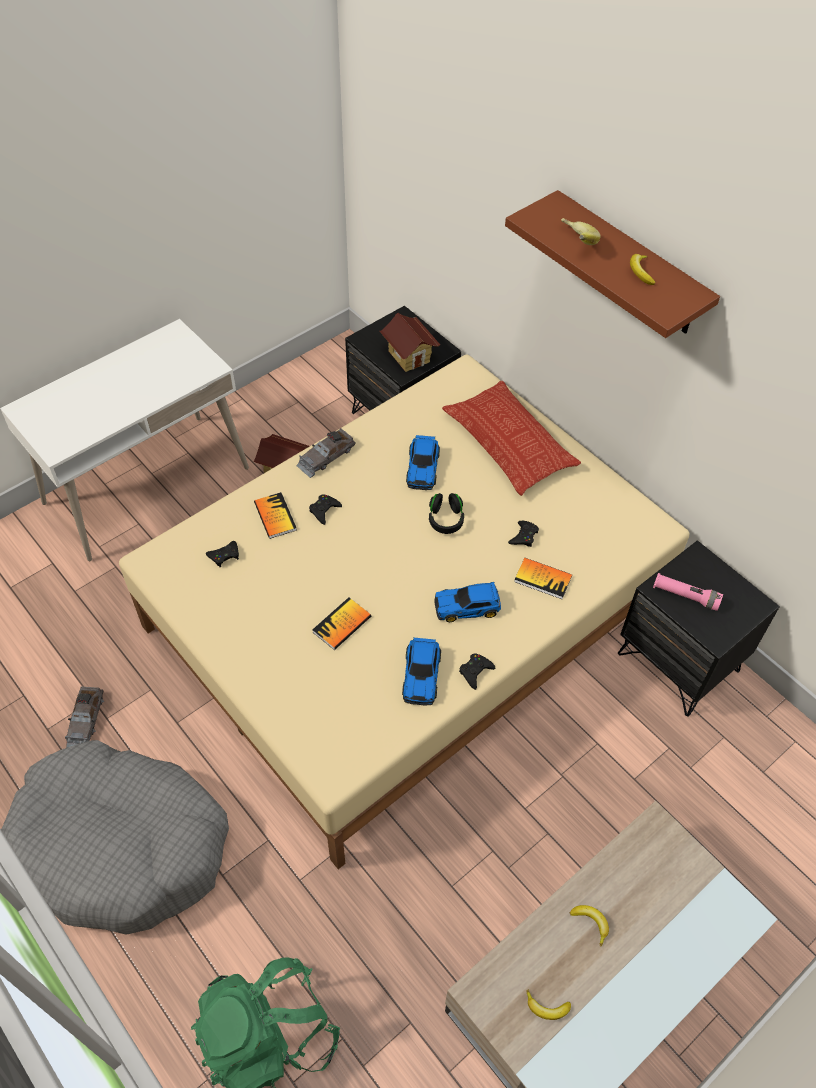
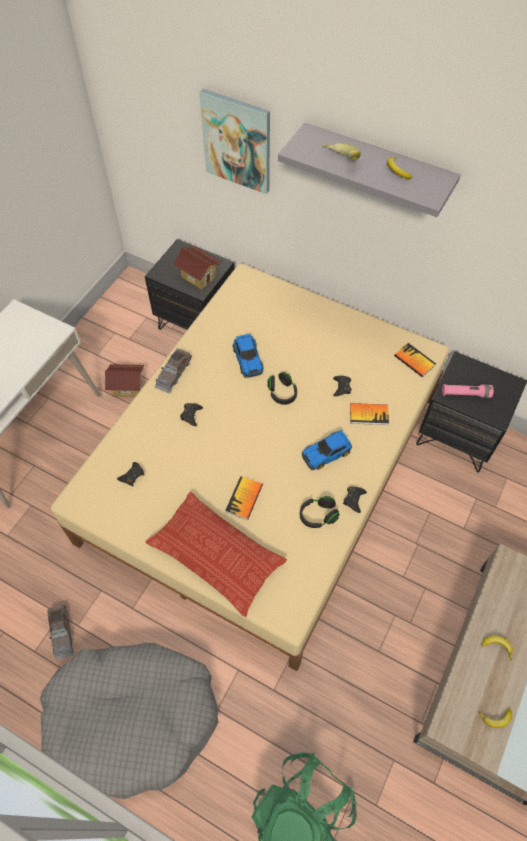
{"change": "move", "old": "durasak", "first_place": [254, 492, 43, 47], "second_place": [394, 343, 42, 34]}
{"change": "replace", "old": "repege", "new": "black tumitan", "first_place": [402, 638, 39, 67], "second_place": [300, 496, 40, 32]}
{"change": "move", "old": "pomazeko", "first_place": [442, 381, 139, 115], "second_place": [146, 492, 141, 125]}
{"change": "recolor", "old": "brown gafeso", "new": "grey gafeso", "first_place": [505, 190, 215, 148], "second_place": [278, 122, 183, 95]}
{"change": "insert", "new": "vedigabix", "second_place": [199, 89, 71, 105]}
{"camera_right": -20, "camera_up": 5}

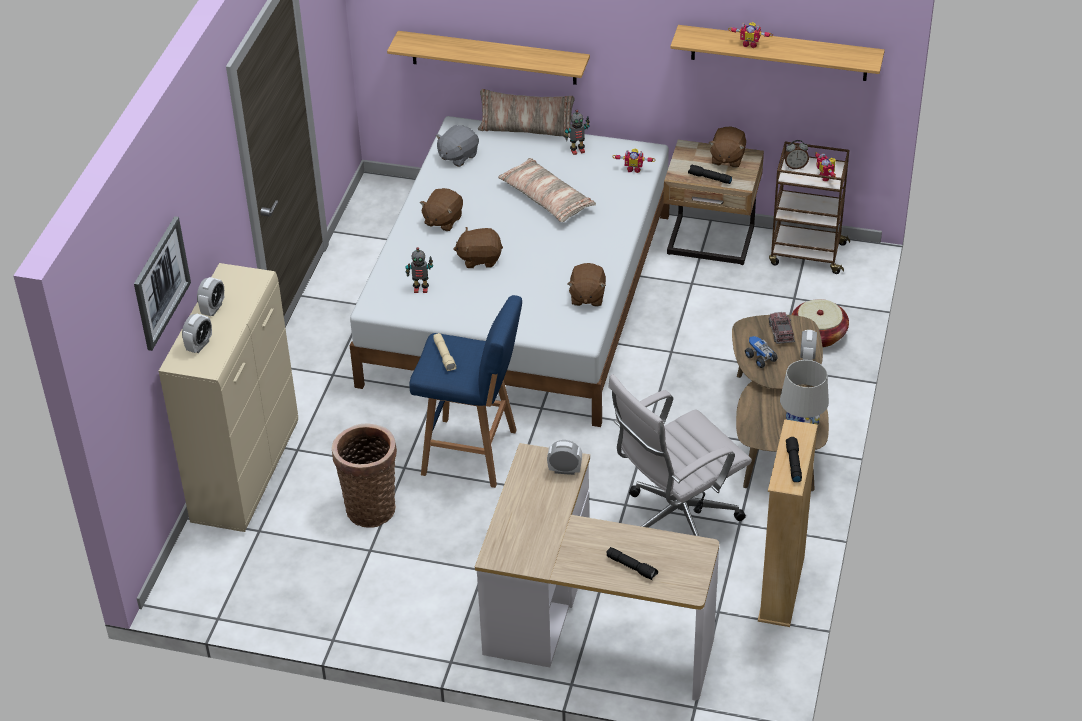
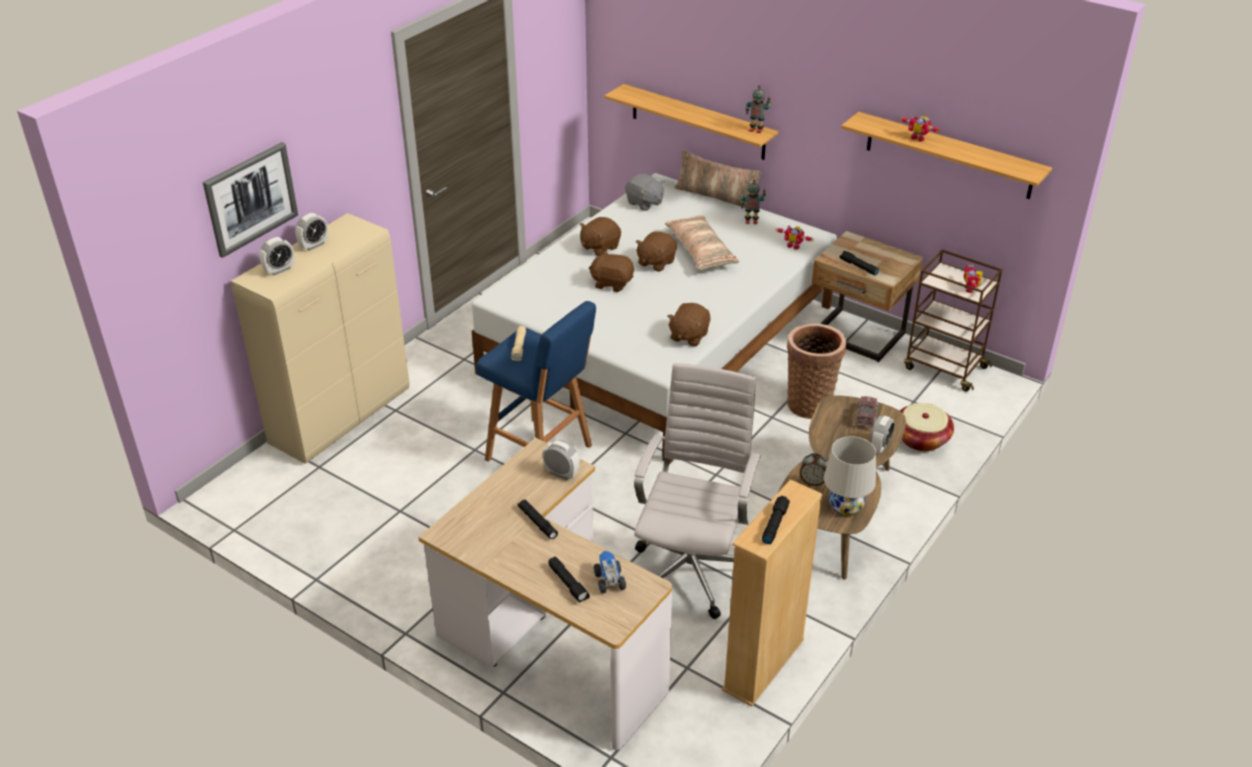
{"change": "move", "old": "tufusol", "first_place": [332, 423, 65, 105], "second_place": [787, 324, 59, 95]}
{"change": "move", "old": "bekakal", "first_place": [405, 247, 28, 46], "second_place": [745, 85, 26, 48]}
{"change": "rotate", "old": "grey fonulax", "first_place": [436, 125, 43, 42], "second_place": [625, 174, 39, 37], "degrees": -105}
{"change": "rotate", "old": "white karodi", "first_place": [608, 374, 144, 162], "second_place": [634, 363, 127, 256], "degrees": 120}
{"change": "move", "old": "brown fonulax", "first_place": [709, 127, 37, 41], "second_place": [635, 232, 42, 40]}
{"change": "move", "old": "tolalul", "first_place": [745, 336, 32, 32], "second_place": [594, 551, 32, 42]}
{"change": "move", "old": "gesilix", "first_place": [784, 140, 25, 29], "second_place": [800, 453, 28, 33]}
{"change": "insert", "new": "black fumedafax", "second_place": [517, 499, 41, 40]}
{"camera_right": 20, "camera_up": -5}

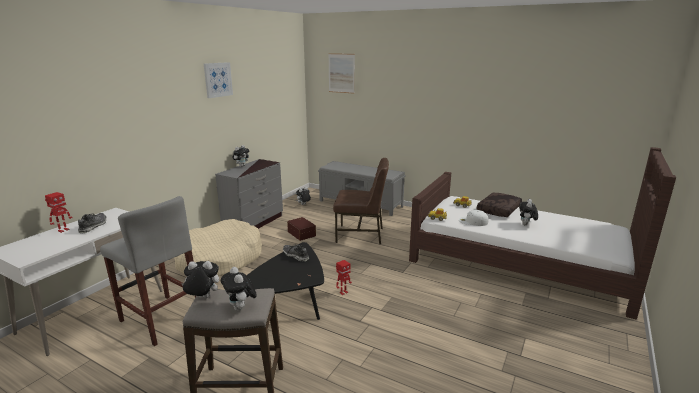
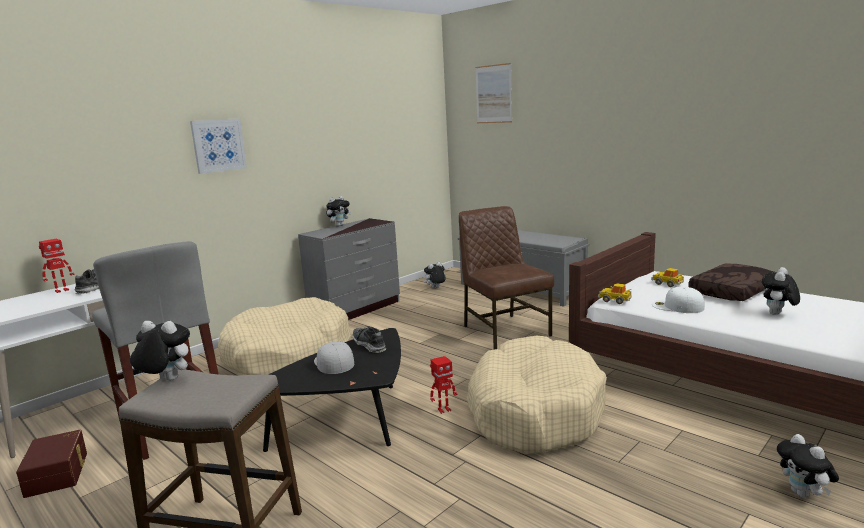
{"change": "move", "old": "vedigabix", "first_place": [204, 62, 29, 36], "second_place": [190, 118, 57, 56]}
{"change": "move", "old": "fonulax", "first_place": [221, 267, 36, 44], "second_place": [777, 434, 62, 64]}
{"change": "move", "old": "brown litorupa", "first_place": [287, 217, 29, 24], "second_place": [16, 430, 71, 68]}
{"change": "rotate", "old": "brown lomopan", "first_place": [333, 158, 56, 86], "second_place": [459, 206, 95, 144], "degrees": -135}
{"change": "insert", "new": "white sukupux", "second_place": [314, 342, 40, 32]}
{"change": "insert", "new": "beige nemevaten", "second_place": [467, 336, 140, 118]}
{"camera_right": 15, "camera_up": -5}

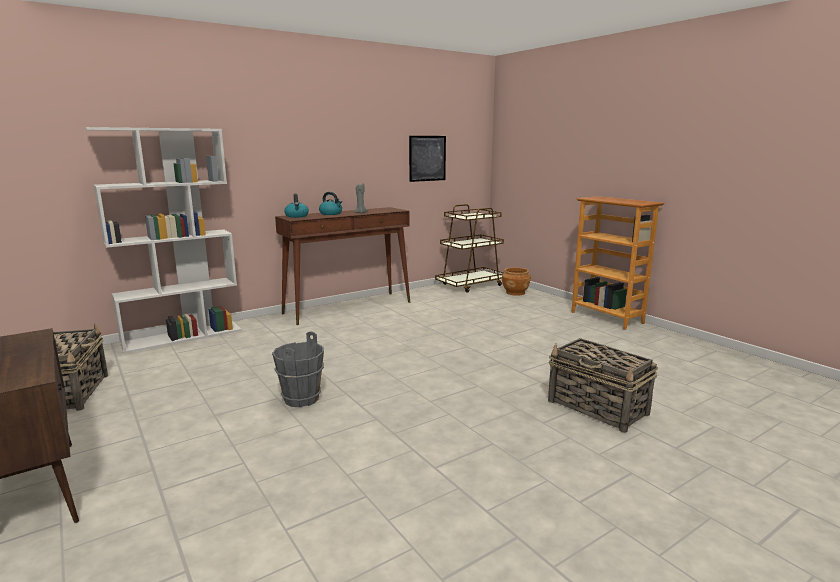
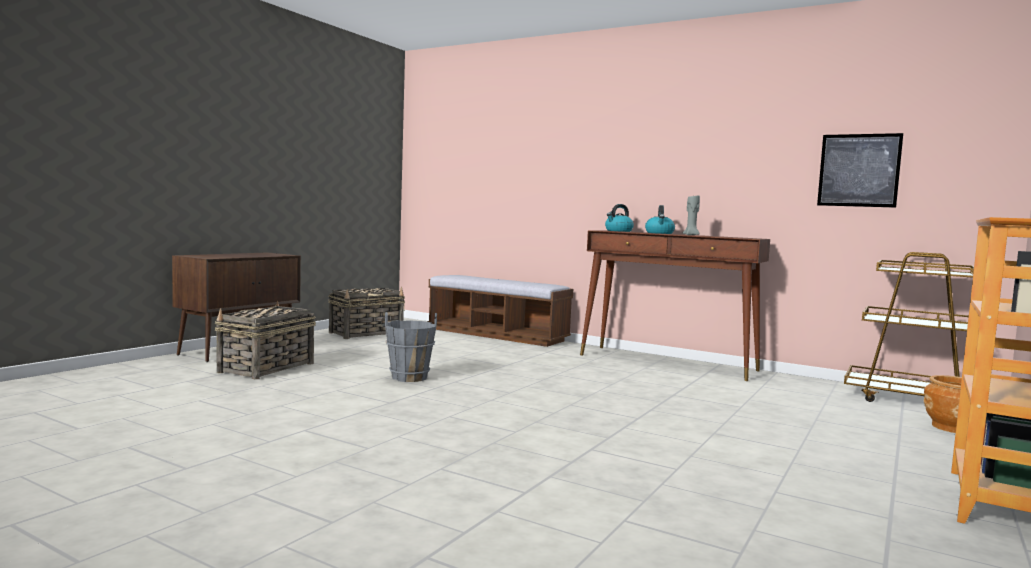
{"change": "replace", "old": "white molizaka", "new": "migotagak", "first_place": [84, 127, 158, 227], "second_place": [428, 275, 145, 72]}
{"change": "move", "old": "tufusol", "first_place": [548, 338, 110, 95], "second_place": [215, 300, 101, 79]}
{"camera_right": 65, "camera_up": -10}

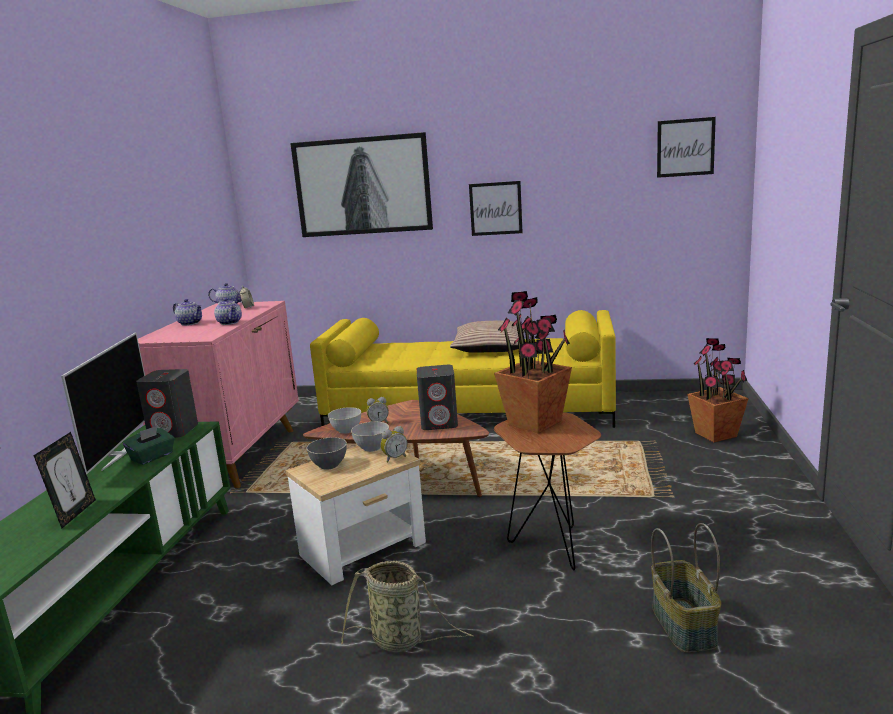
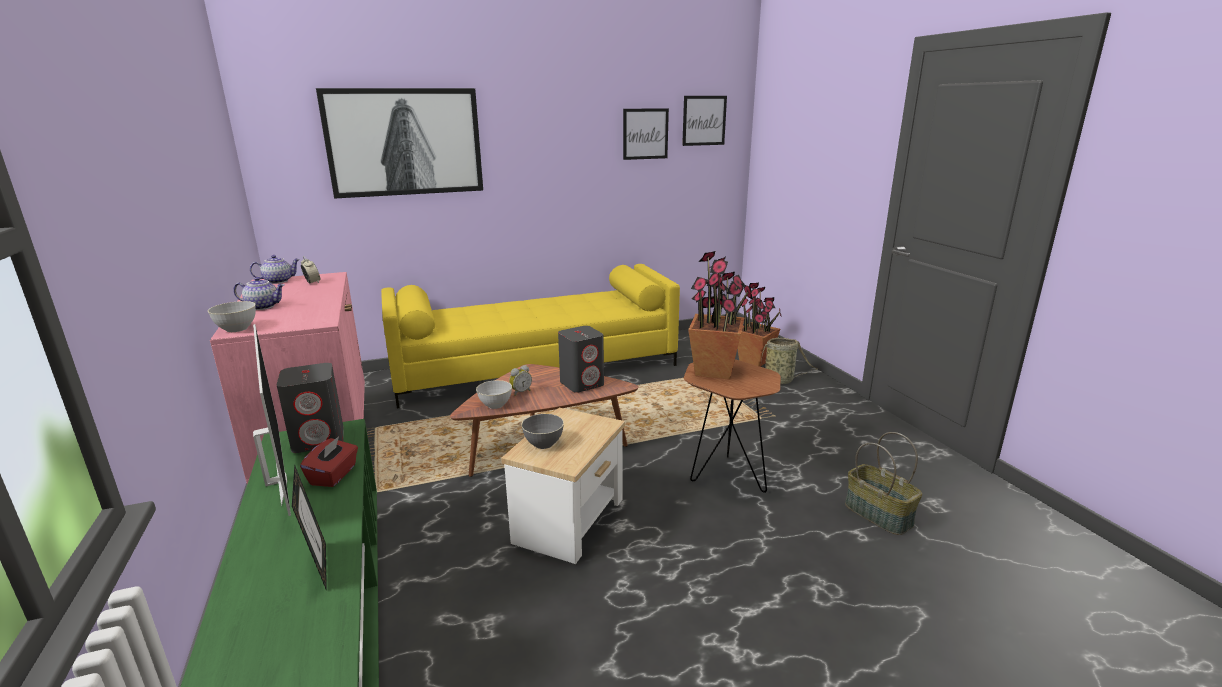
{"change": "recolor", "old": "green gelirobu", "new": "red gelirobu", "first_place": [123, 425, 52, 40], "second_place": [300, 436, 58, 51]}
{"change": "delete", "old": "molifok", "first_place": [214, 298, 28, 27]}
{"change": "move", "old": "tufusol", "first_place": [341, 561, 133, 91], "second_place": [762, 338, 55, 46]}
{"change": "move", "old": "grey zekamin", "first_place": [351, 422, 38, 30], "second_place": [208, 301, 48, 31]}
{"change": "delete", "old": "gesilix", "first_place": [381, 426, 26, 37]}
{"change": "delete", "old": "pomazeko", "first_place": [450, 321, 75, 32]}
{"change": "move", "old": "vedigabix", "first_place": [469, 181, 54, 55], "second_place": [623, 108, 46, 52]}
{"camera_right": -30, "camera_up": 5}

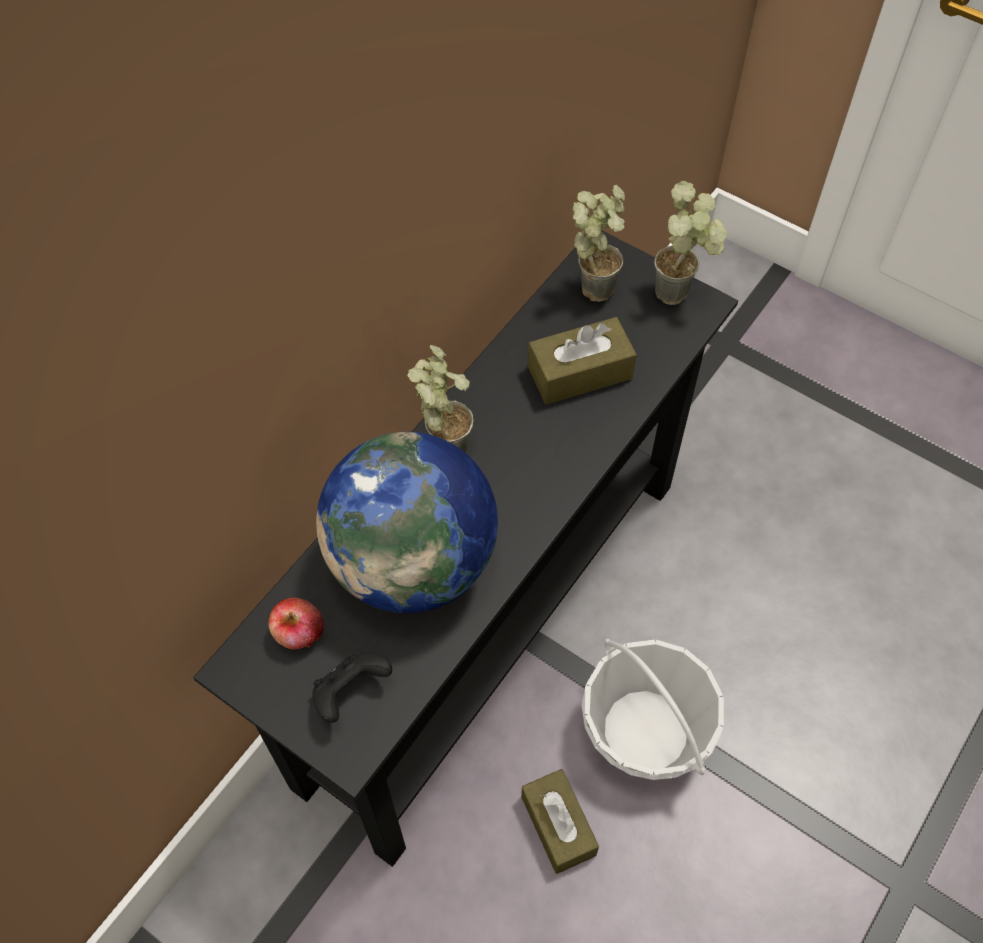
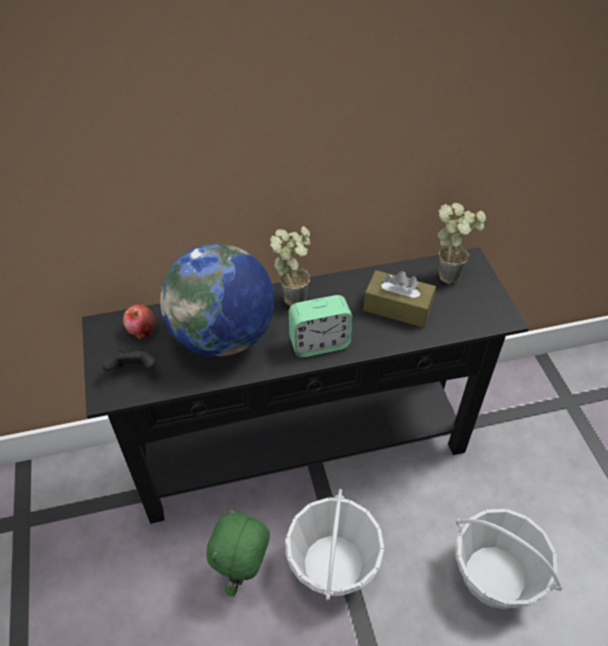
{"change": "replace", "old": "brown gelirobu", "new": "green fonulax", "first_place": [521, 769, 78, 105], "second_place": [206, 506, 64, 91]}
{"change": "delete", "old": "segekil", "first_place": [654, 181, 73, 124]}
{"change": "insert", "new": "gesilix", "second_place": [289, 295, 64, 62]}
{"change": "insert", "new": "tufusol", "second_place": [455, 509, 108, 100]}
{"camera_right": 40, "camera_up": -10}

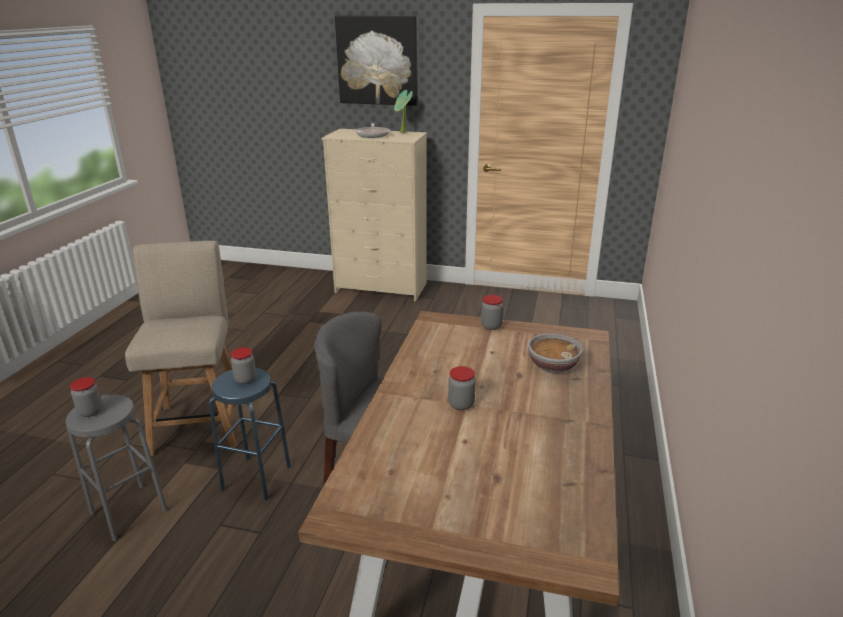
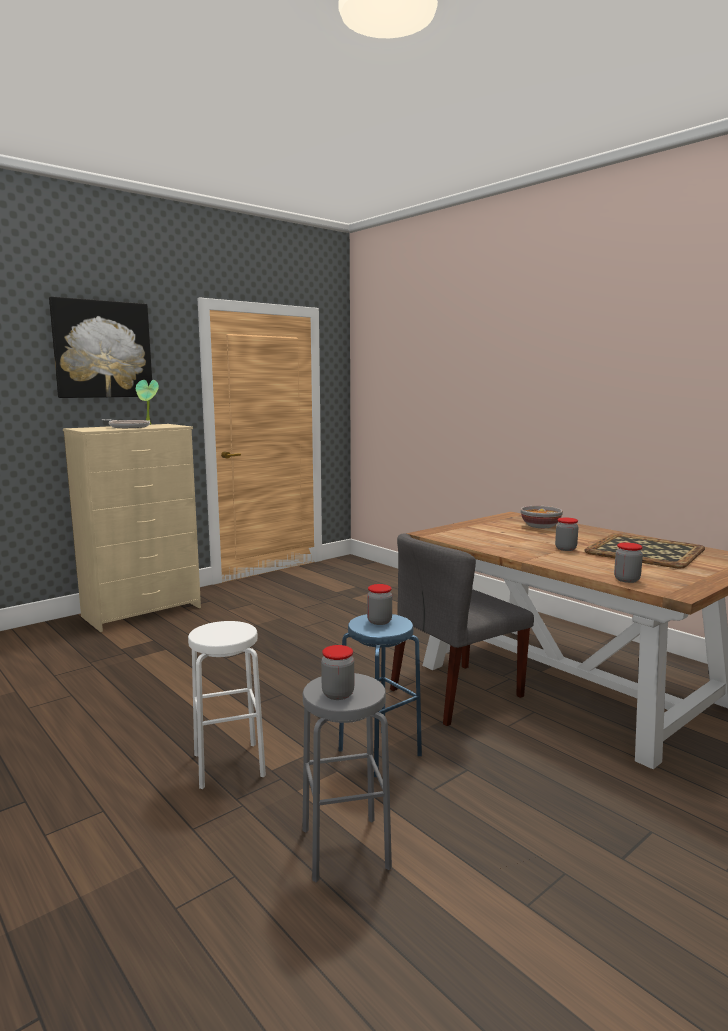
{"change": "replace", "old": "beige lomopan", "new": "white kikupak", "first_place": [125, 241, 112, 215], "second_place": [188, 621, 78, 168]}
{"change": "move", "old": "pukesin", "first_place": [481, 295, 22, 35], "second_place": [614, 543, 29, 40]}
{"change": "insert", "new": "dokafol", "second_place": [584, 533, 121, 35]}
{"camera_right": -55, "camera_up": -15}

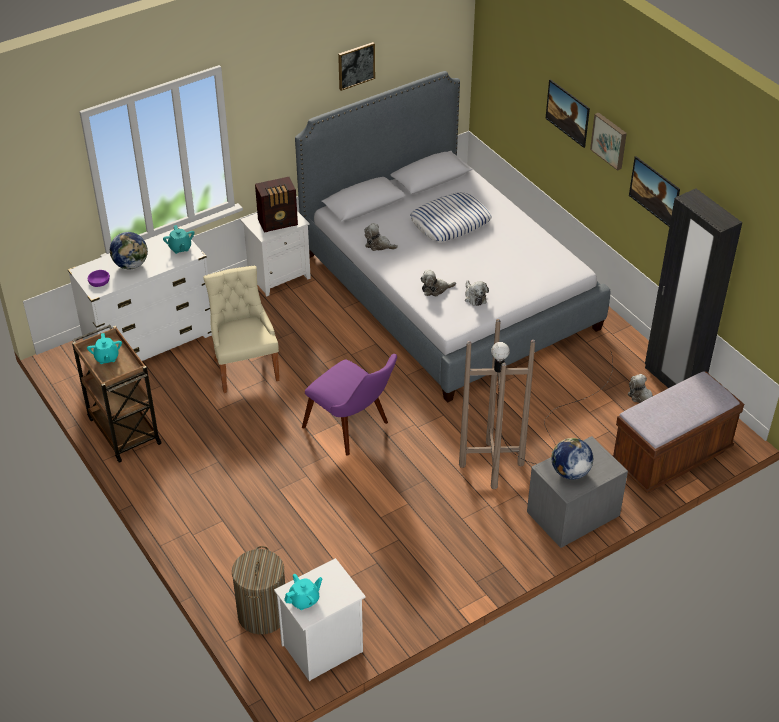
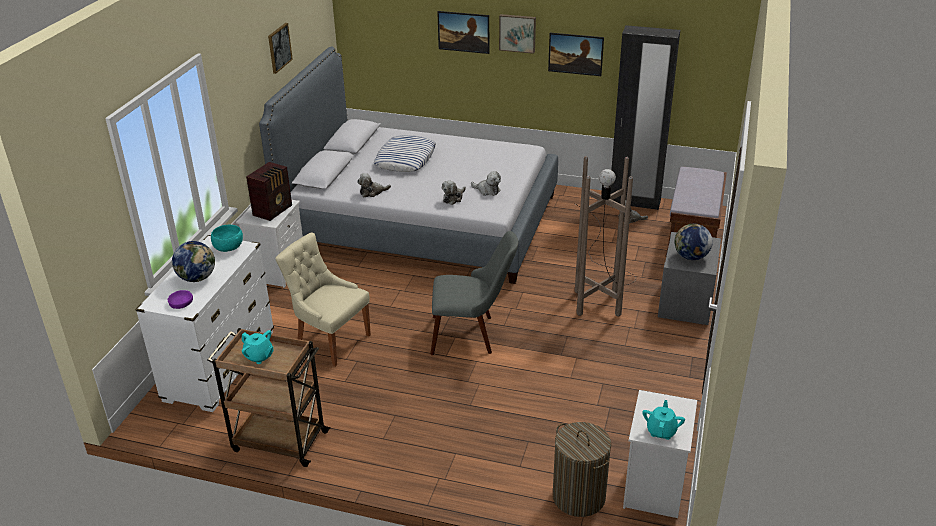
{"change": "replace", "old": "turquoise molifok", "new": "turquoise zekamin", "first_place": [163, 225, 31, 29], "second_place": [211, 225, 32, 27]}
{"change": "recolor", "old": "purple lomopan", "new": "grey lomopan", "first_place": [302, 354, 95, 102], "second_place": [430, 231, 88, 124]}
{"camera_right": -40, "camera_up": -10}

